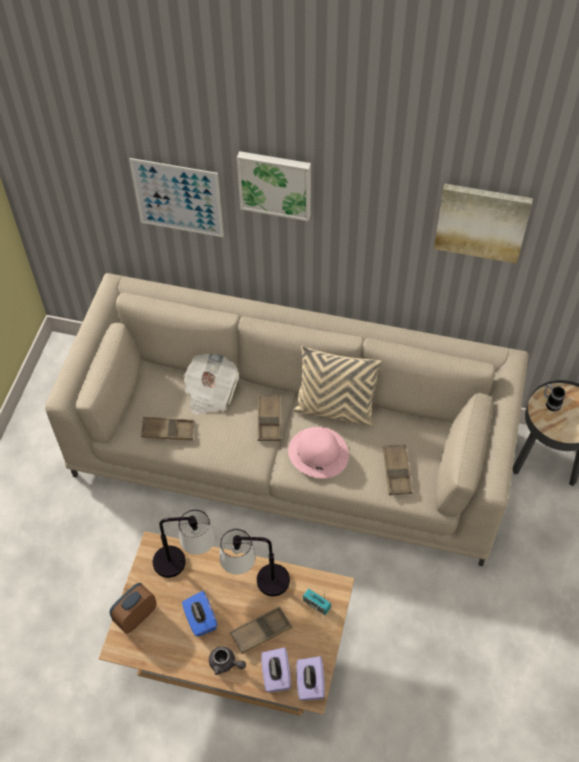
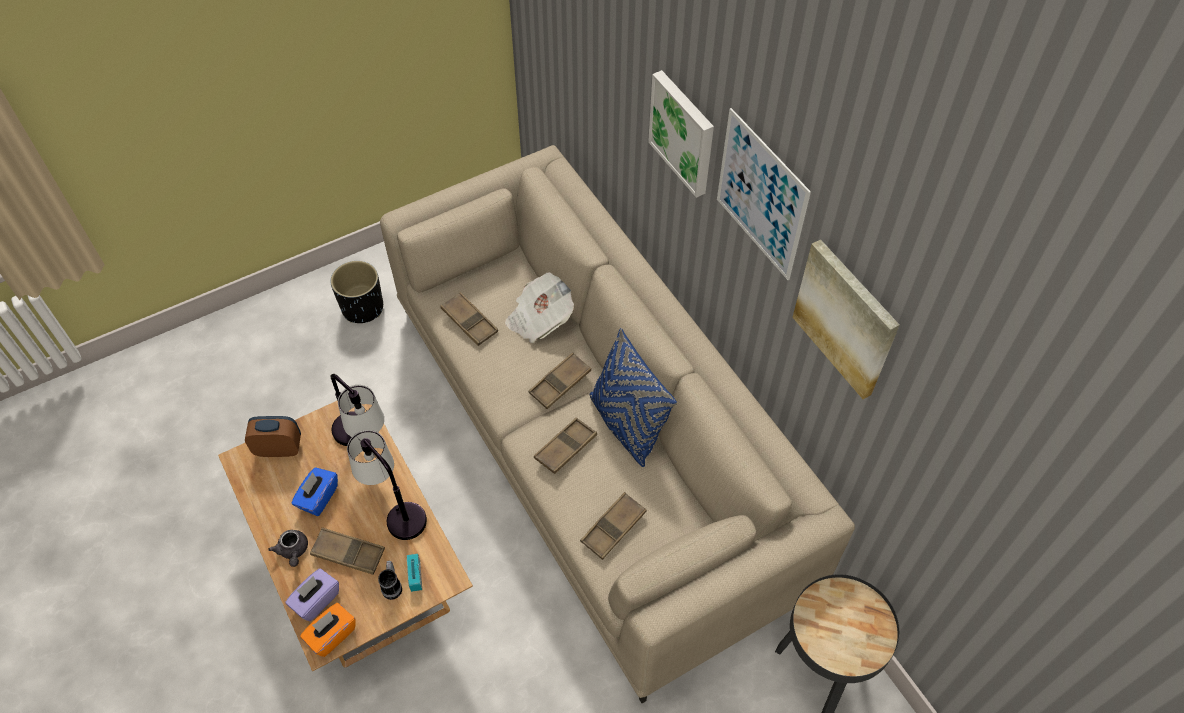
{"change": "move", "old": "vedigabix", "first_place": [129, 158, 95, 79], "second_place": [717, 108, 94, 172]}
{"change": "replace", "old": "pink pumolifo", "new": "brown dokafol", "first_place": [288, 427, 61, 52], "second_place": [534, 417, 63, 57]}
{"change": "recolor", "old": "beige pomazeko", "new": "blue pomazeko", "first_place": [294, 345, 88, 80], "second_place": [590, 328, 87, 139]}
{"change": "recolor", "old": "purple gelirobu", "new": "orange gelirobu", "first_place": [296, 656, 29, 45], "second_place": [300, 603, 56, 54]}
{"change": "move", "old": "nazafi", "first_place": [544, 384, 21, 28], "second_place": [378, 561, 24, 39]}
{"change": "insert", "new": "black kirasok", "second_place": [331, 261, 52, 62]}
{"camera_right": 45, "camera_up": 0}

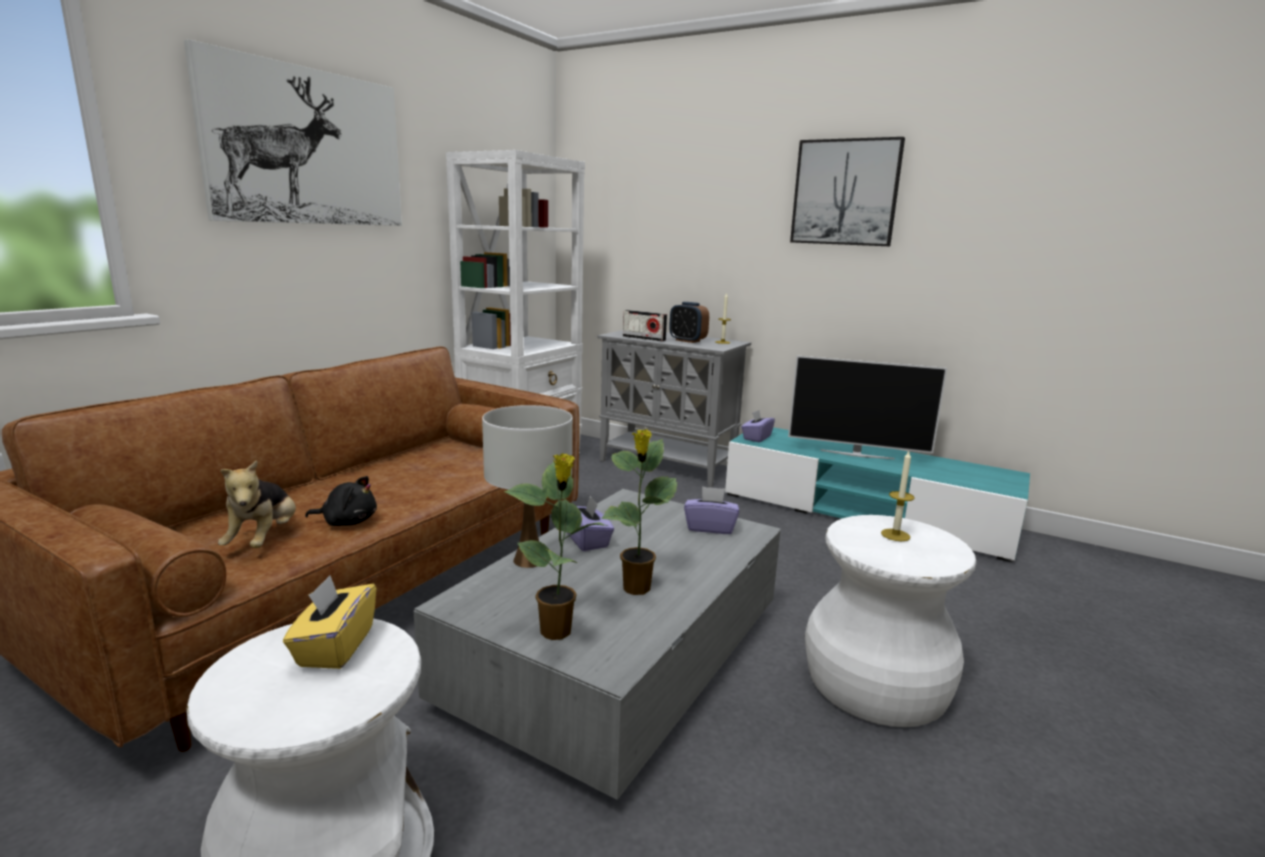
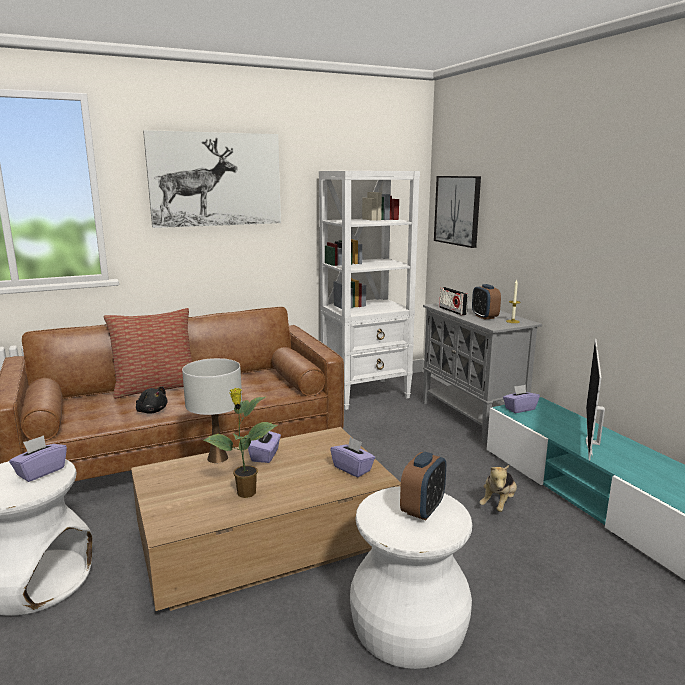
{"change": "move", "old": "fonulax", "first_place": [218, 460, 78, 88], "second_place": [479, 465, 38, 47]}
{"change": "recolor", "old": "yellow gelirobu", "new": "purple gelirobu", "first_place": [283, 575, 93, 94], "second_place": [9, 435, 58, 47]}
{"change": "recolor", "old": "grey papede", "new": "brown papede", "first_place": [413, 489, 367, 311], "second_place": [131, 427, 270, 184]}
{"change": "delete", "old": "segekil", "first_place": [504, 453, 105, 187]}
{"change": "rotate", "old": "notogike", "first_place": [788, 355, 159, 104], "second_place": [586, 339, 19, 121], "degrees": 60}
{"change": "move", "old": "vedigabix", "first_place": [790, 137, 115, 109], "second_place": [434, 176, 47, 72]}
{"change": "replace", "old": "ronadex", "new": "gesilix", "first_place": [881, 451, 34, 90], "second_place": [400, 452, 46, 68]}
{"change": "insert", "new": "pomazeko", "second_place": [104, 308, 88, 91]}
{"camera_right": 35, "camera_up": 0}

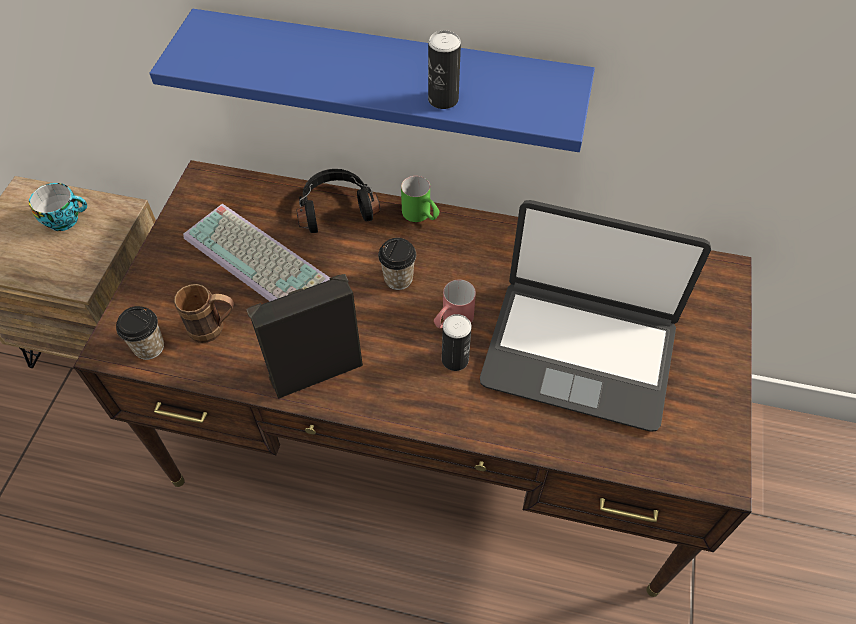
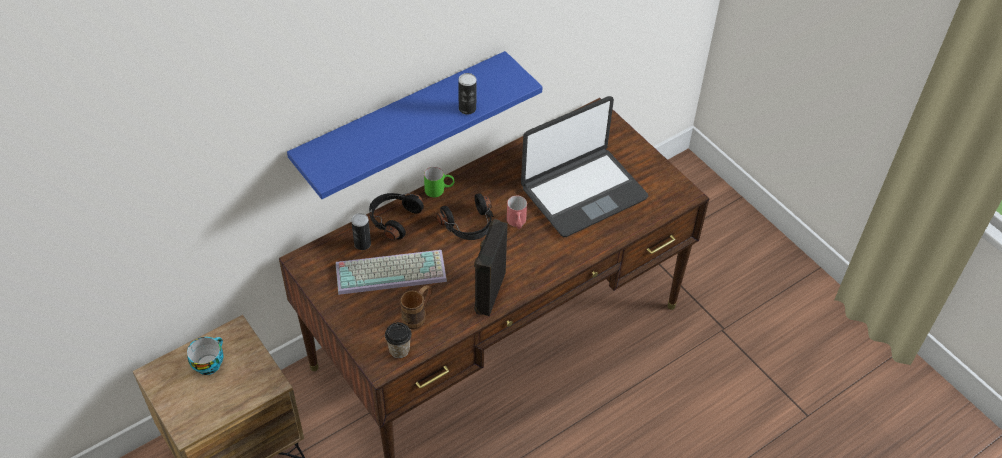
{"change": "replace", "old": "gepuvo", "new": "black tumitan", "first_place": [378, 238, 38, 52], "second_place": [436, 193, 57, 47]}
{"change": "move", "old": "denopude", "first_place": [442, 314, 30, 57], "second_place": [351, 213, 20, 37]}
{"camera_right": -50, "camera_up": -5}

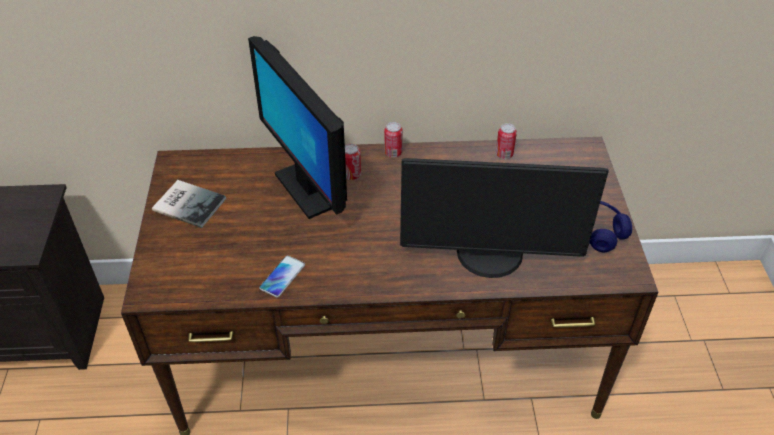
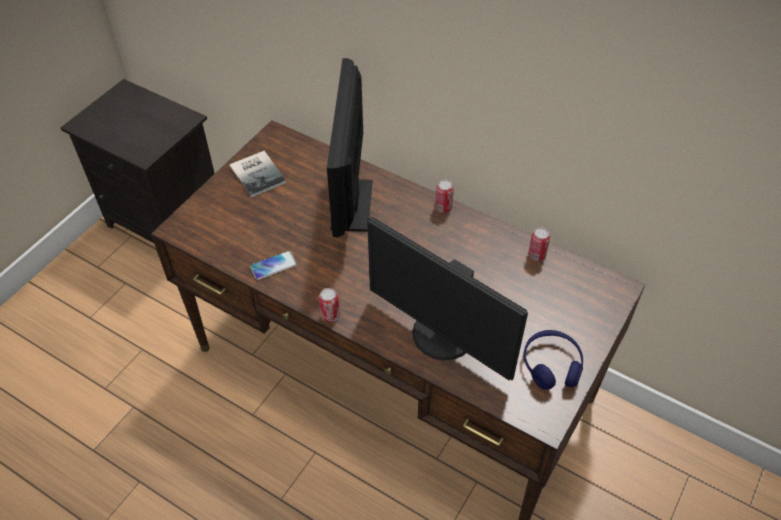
{"change": "move", "old": "denopude", "first_place": [345, 144, 16, 36], "second_place": [319, 288, 21, 35]}
{"camera_right": 35, "camera_up": 5}

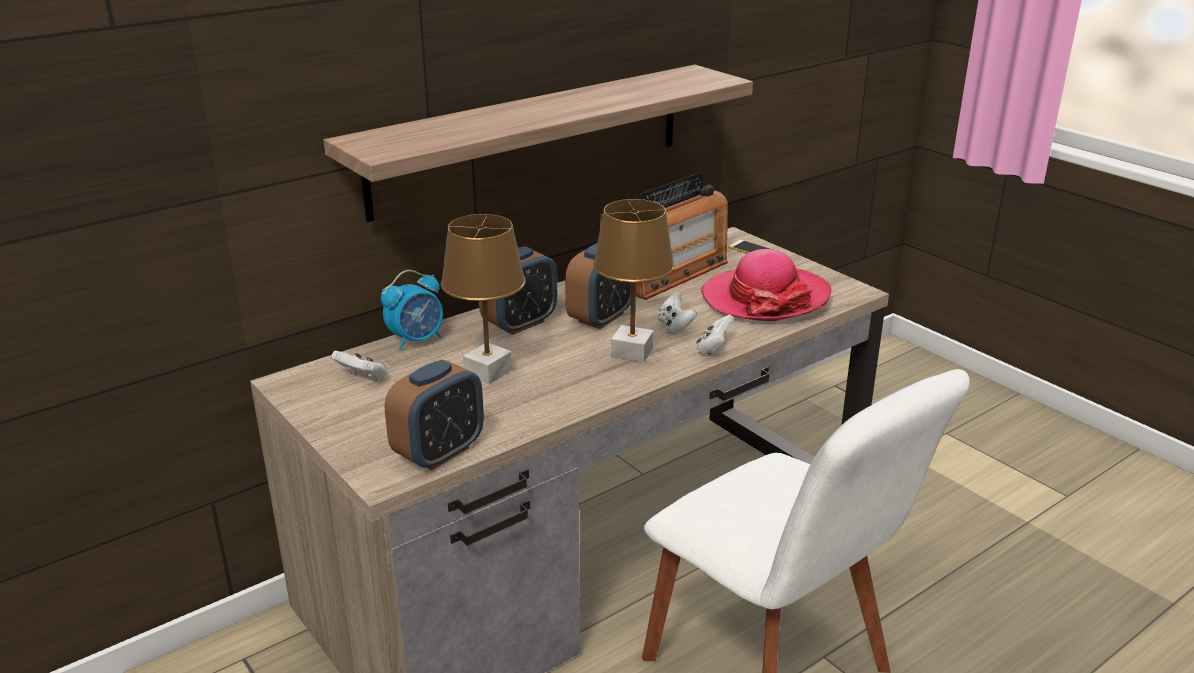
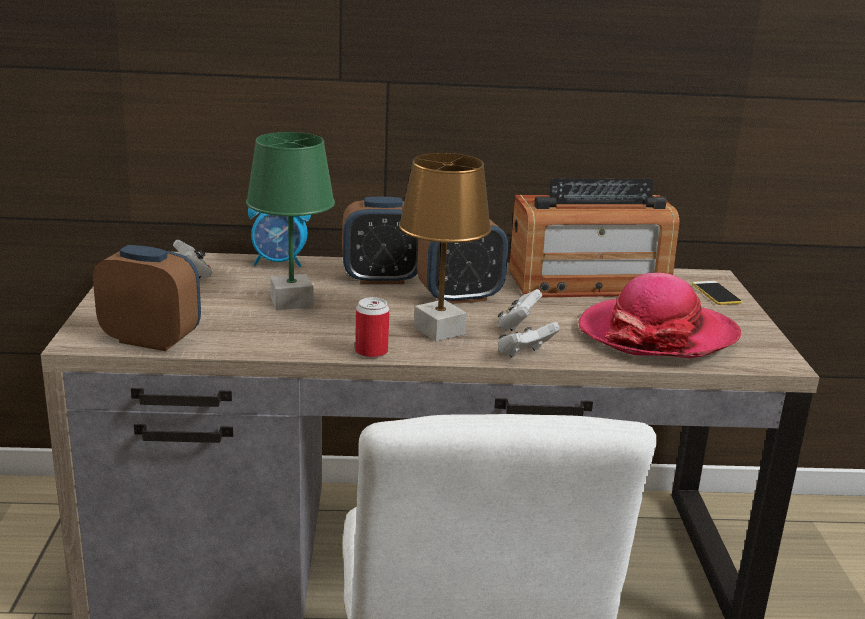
{"change": "delete", "old": "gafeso", "first_place": [323, 65, 430, 157]}
{"change": "rotate", "old": "gesilix", "first_place": [385, 360, 99, 110], "second_place": [93, 245, 108, 106], "degrees": -150}
{"change": "recolor", "old": "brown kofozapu", "new": "green kofozapu", "first_place": [441, 214, 85, 170], "second_place": [246, 132, 89, 178]}
{"change": "insert", "new": "denopude", "second_place": [355, 297, 34, 61]}
{"camera_right": 35, "camera_up": -5}

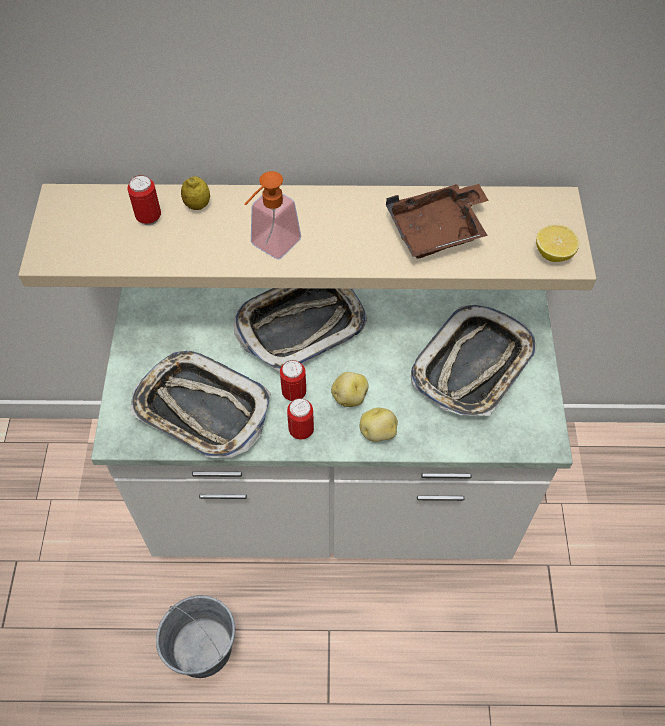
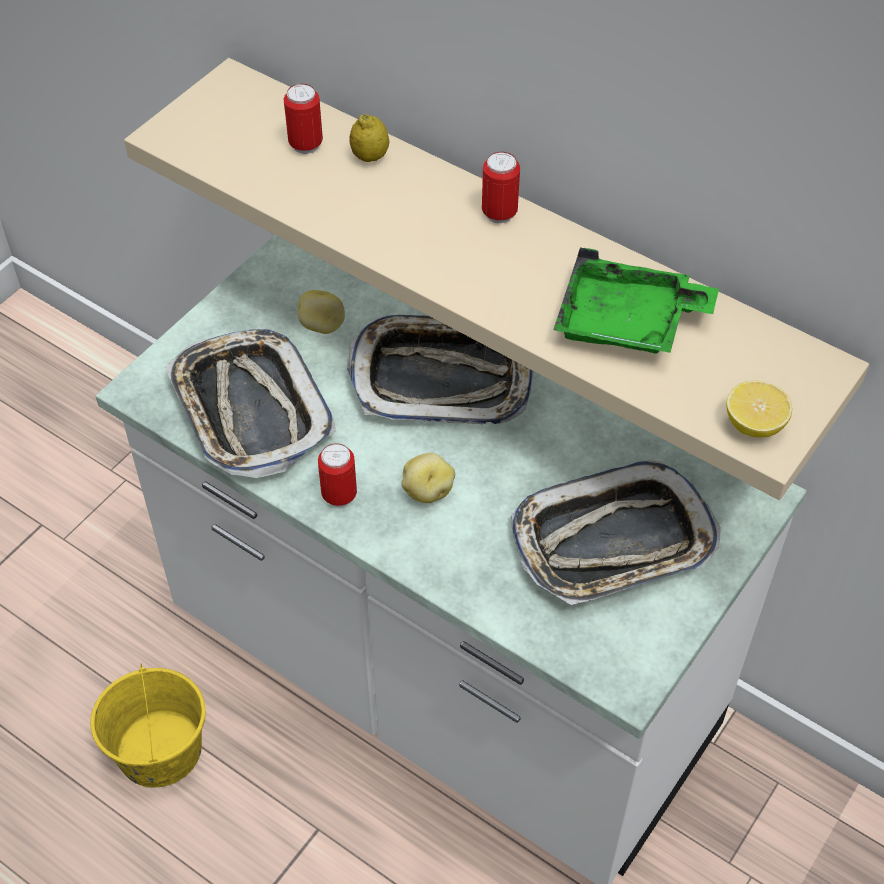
{"change": "recolor", "old": "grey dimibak", "new": "yellow dimibak", "first_place": [156, 595, 79, 83], "second_place": [90, 663, 116, 125]}
{"change": "delete", "old": "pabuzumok", "first_place": [245, 171, 56, 89]}
{"change": "move", "old": "denopude", "first_place": [280, 360, 26, 41], "second_place": [482, 152, 38, 71]}
{"change": "move", "old": "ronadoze", "first_place": [360, 408, 38, 34], "second_place": [297, 290, 48, 44]}
{"change": "recolor", "old": "brown dokafol", "new": "green dokafol", "first_place": [386, 184, 103, 75], "second_place": [553, 247, 166, 107]}
{"camera_right": 35, "camera_up": -5}

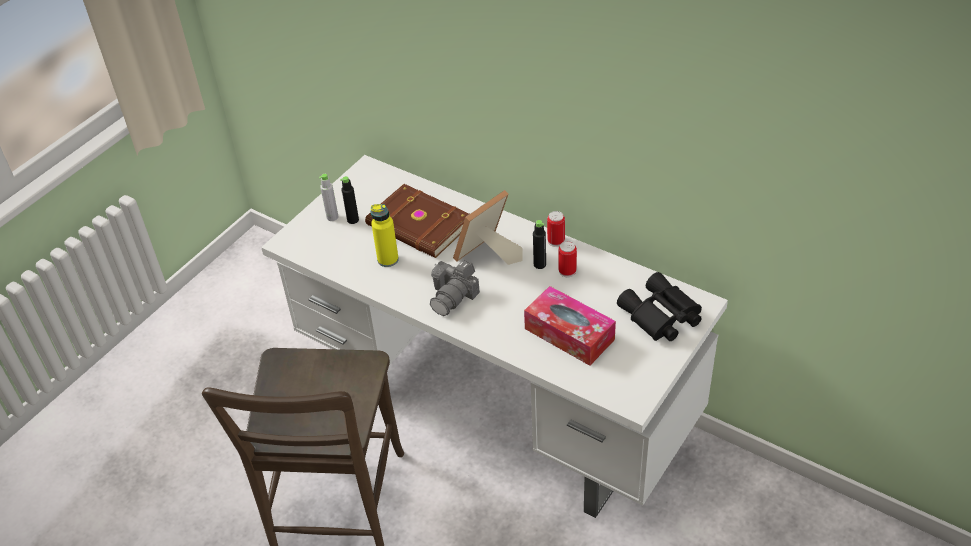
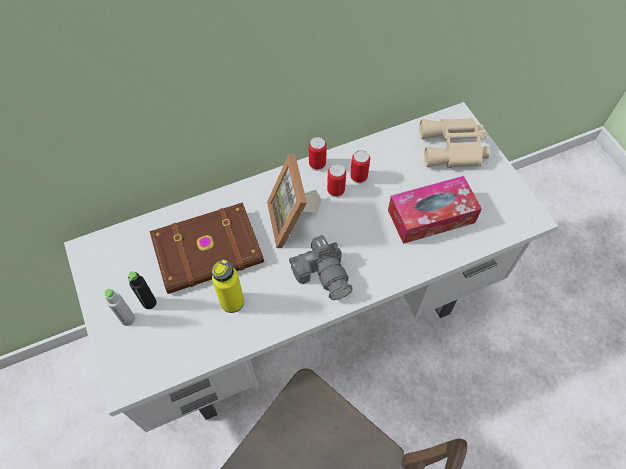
{"change": "replace", "old": "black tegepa", "new": "denopude", "first_place": [533, 220, 13, 49], "second_place": [327, 164, 19, 34]}
{"change": "recolor", "old": "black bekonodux", "new": "beige bekonodux", "first_place": [617, 272, 85, 69], "second_place": [419, 118, 71, 50]}
{"camera_right": -60, "camera_up": 15}

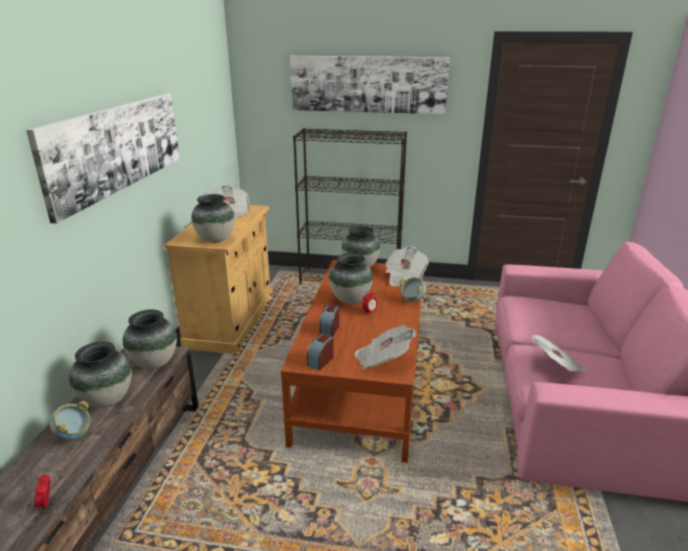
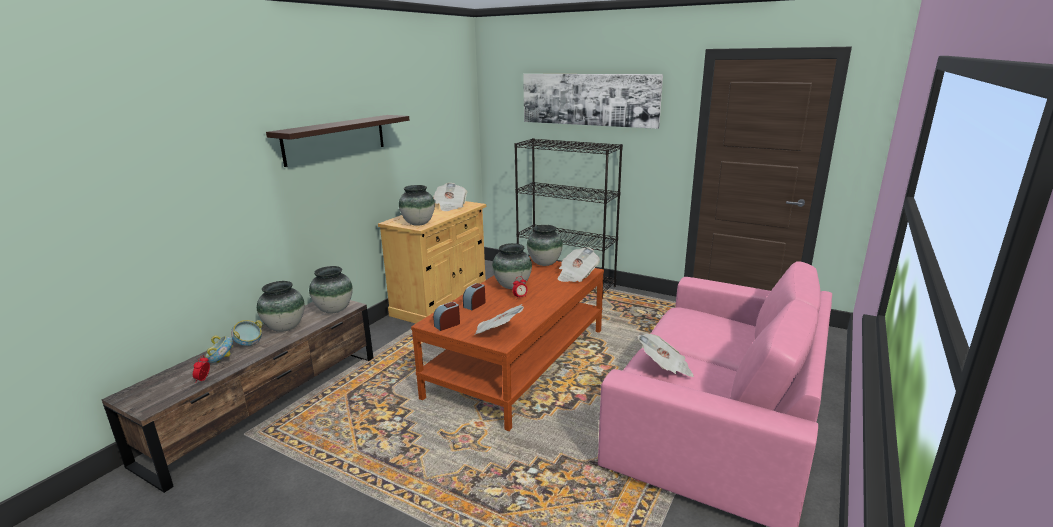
{"change": "replace", "old": "vedigabix", "new": "gafeso", "first_place": [26, 94, 154, 130], "second_place": [266, 115, 143, 52]}
{"change": "move", "old": "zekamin", "first_place": [399, 277, 27, 25], "second_place": [205, 336, 28, 27]}
{"camera_right": 20, "camera_up": -5}

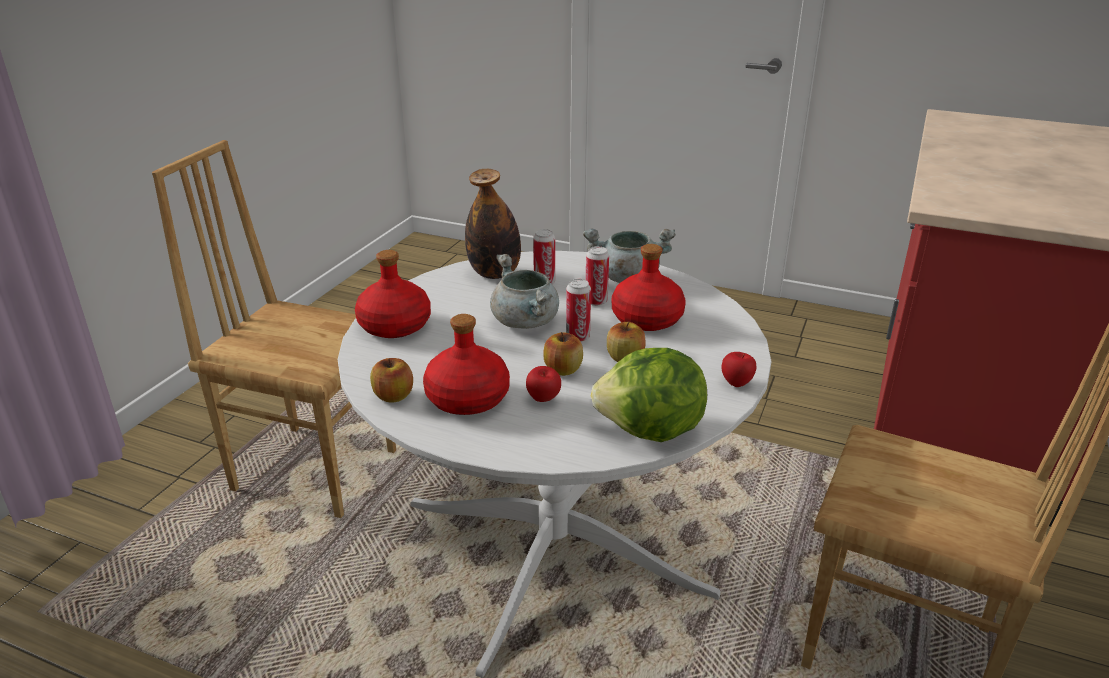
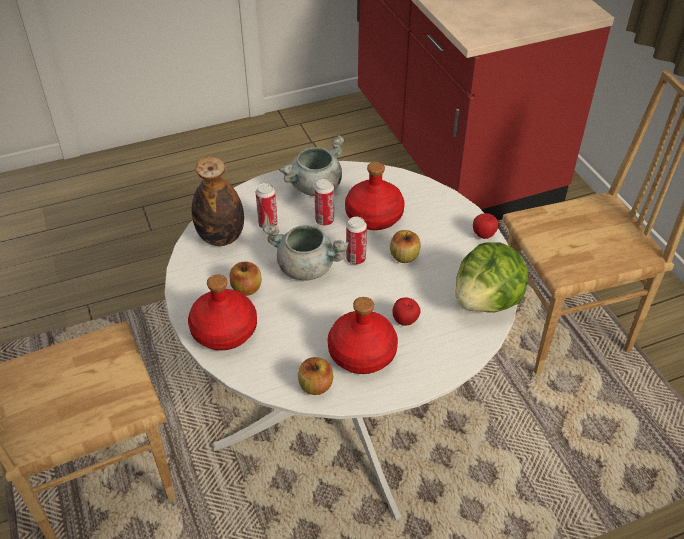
{"change": "move", "old": "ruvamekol", "first_place": [544, 332, 39, 44], "second_place": [229, 261, 33, 35]}
{"camera_right": -45, "camera_up": 15}

